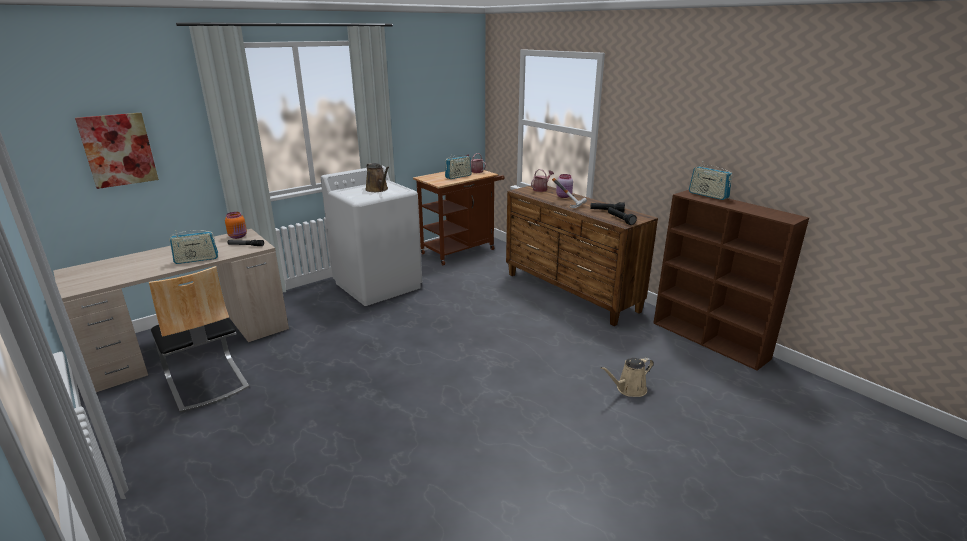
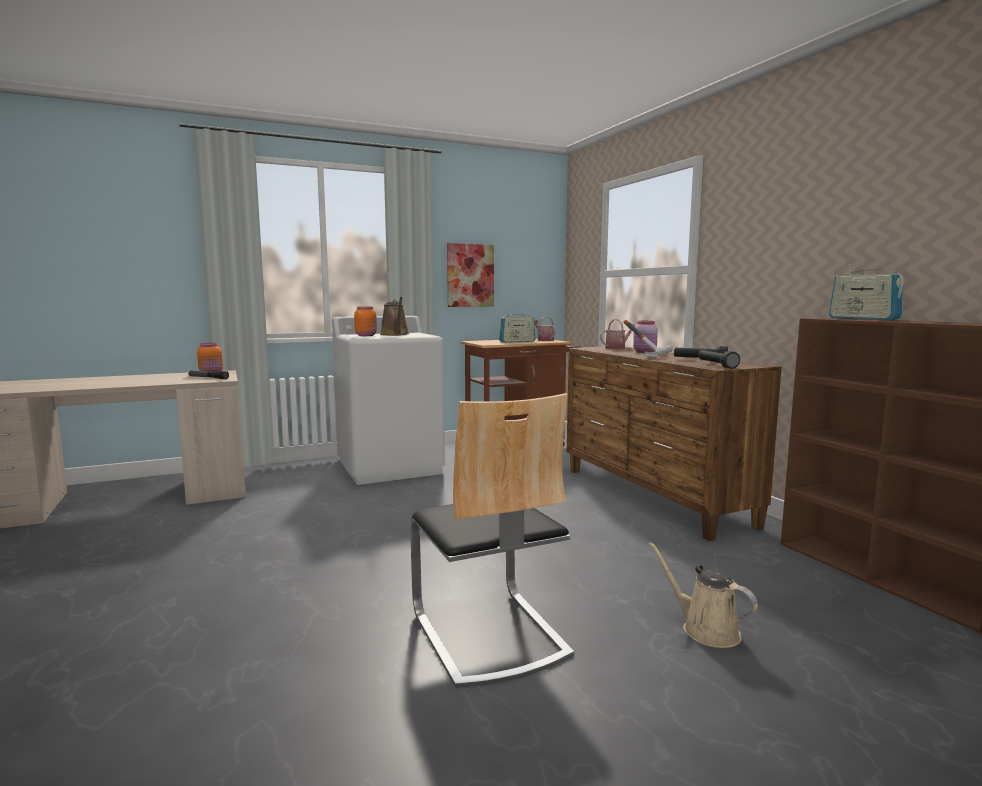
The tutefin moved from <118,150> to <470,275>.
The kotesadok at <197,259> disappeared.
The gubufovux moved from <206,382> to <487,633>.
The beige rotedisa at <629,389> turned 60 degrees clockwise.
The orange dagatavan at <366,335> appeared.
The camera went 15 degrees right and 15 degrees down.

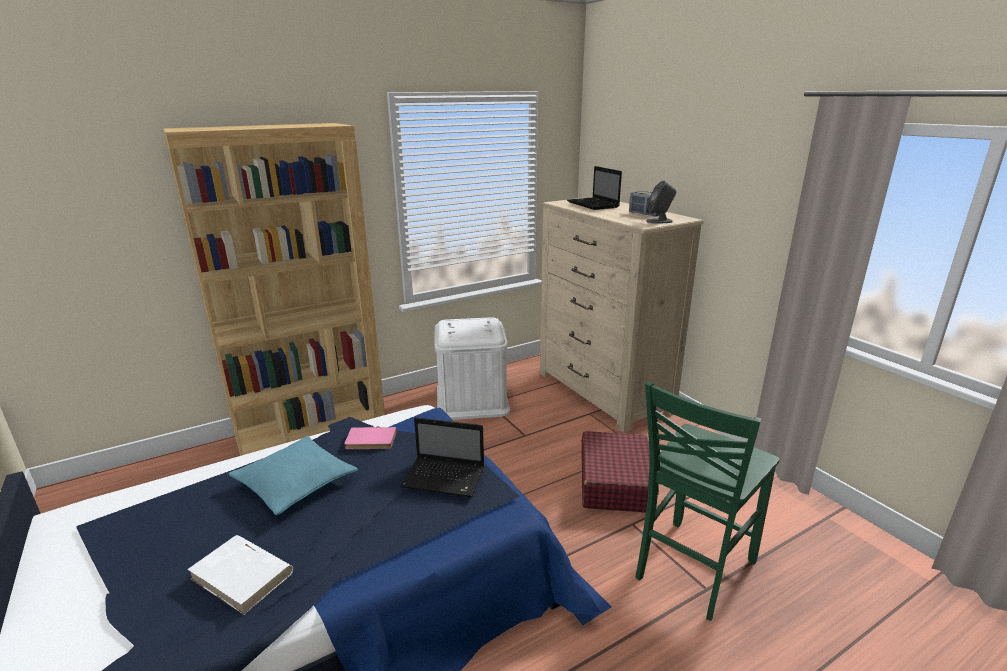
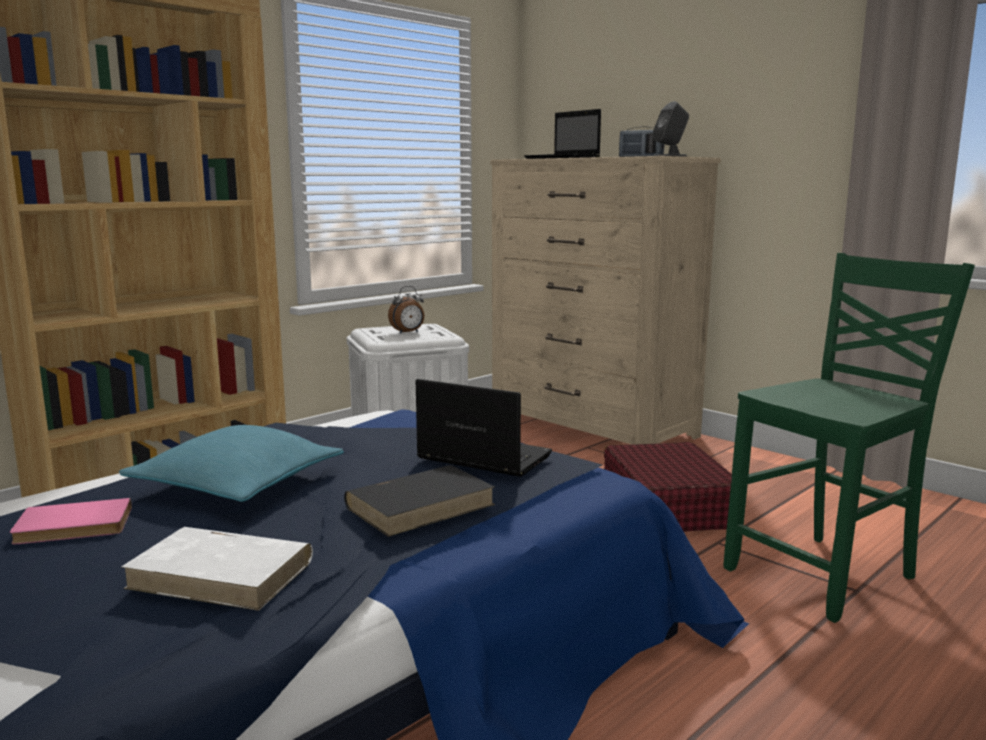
The green gubufovux at <691,569> turned 150 degrees counterclockwise.
The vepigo at <445,478> turned 150 degrees counterclockwise.
The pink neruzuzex moved from <370,441> to <73,527>.
The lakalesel at <408,333> appeared.
The black neruzuzex at <421,505> appeared.
The camera went 15 degrees left and 10 degrees down.

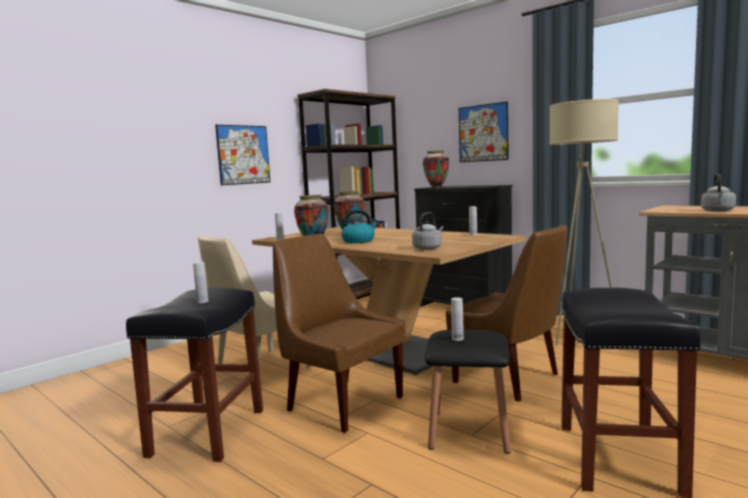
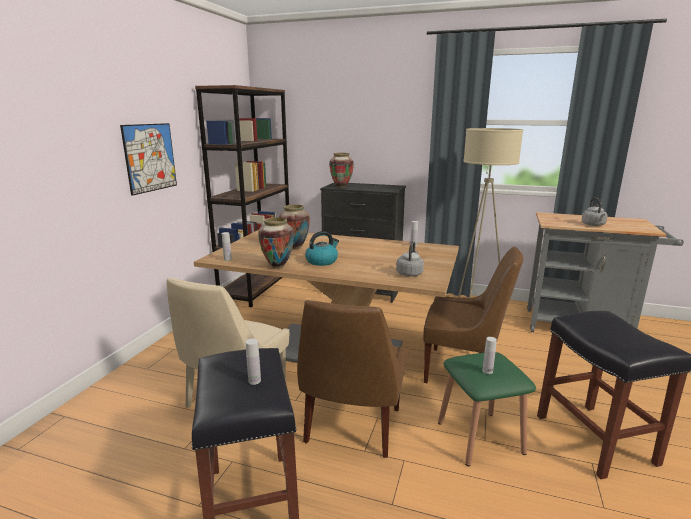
The tutefin at <483,133> disappeared.
The brown gubufovux at <342,403> turned 90 degrees counterclockwise.
The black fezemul at <469,431> became the green fezemul at <480,437>.
The camera went 25 degrees left and 10 degrees up.

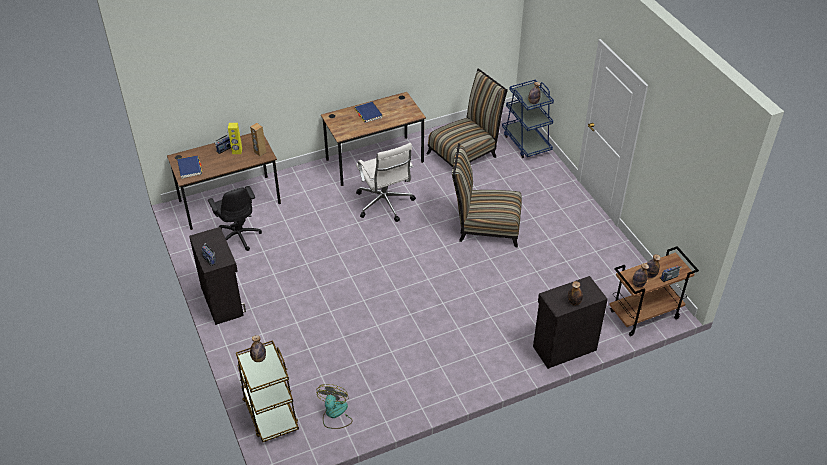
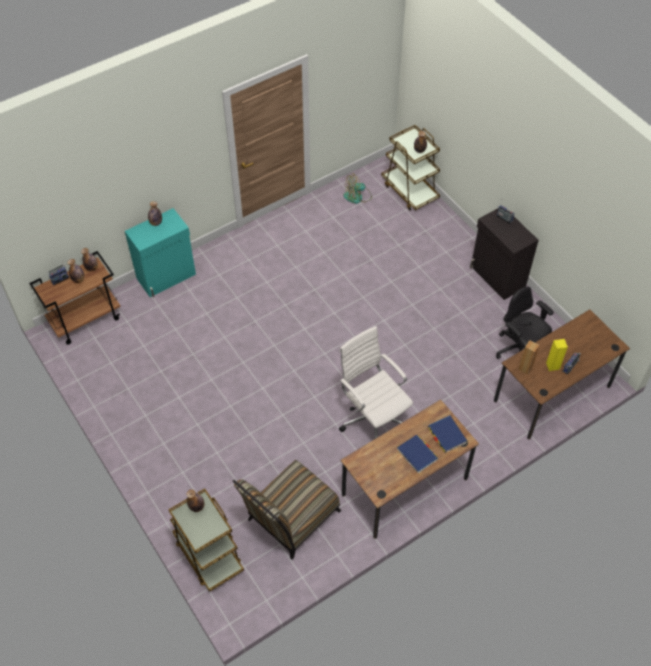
The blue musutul at <526,142> became the brown musutul at <208,554>.
The gubufovux at <485,226> disappeared.
The blue neruzuzex moved from <189,168> to <447,435>.
The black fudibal at <563,348> became the turquoise fudibal at <167,277>.
The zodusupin at <335,414> turned 75 degrees clockwise.
The camera went 170 degrees right and 10 degrees up.

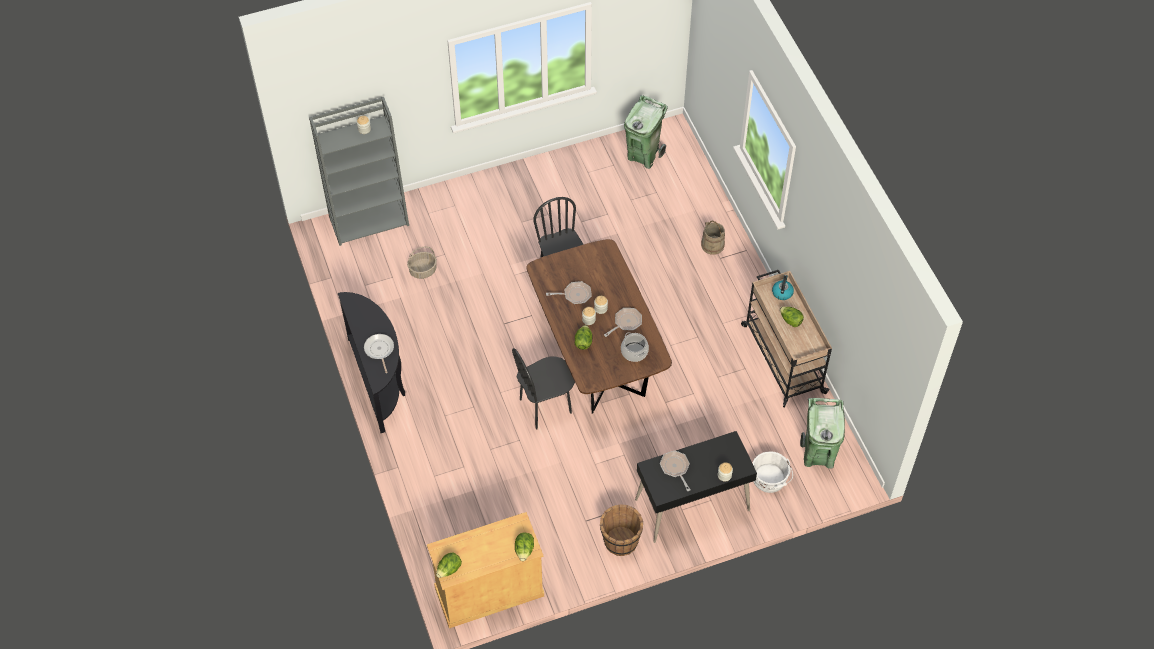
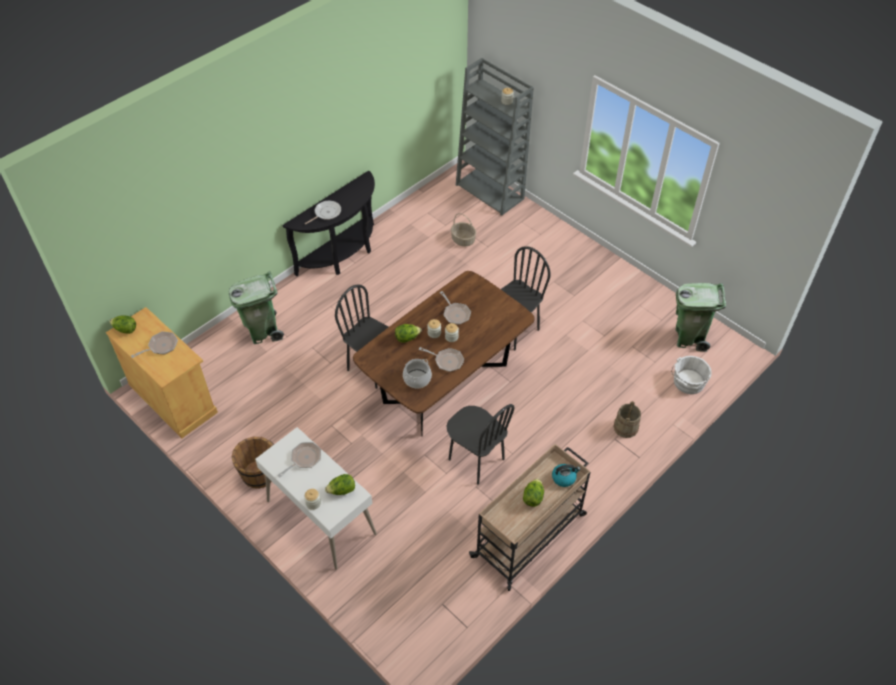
The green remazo moved from <818,455> to <263,331>.
The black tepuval at <692,505> became the white tepuval at <320,518>.
The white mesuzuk moved from <770,480> to <688,383>.
The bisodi moved from <524,550> to <342,490>.
The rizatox at <161,346> appeared.
The black gubufovux at <476,459> appeared.
The camera went 65 degrees right and 5 degrees down.

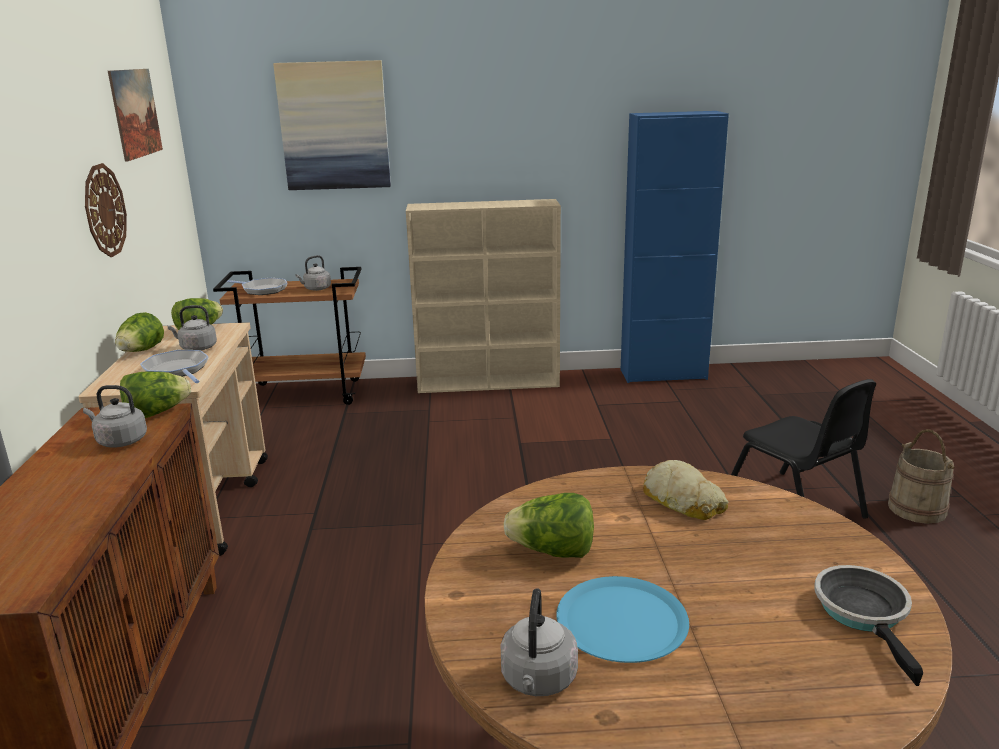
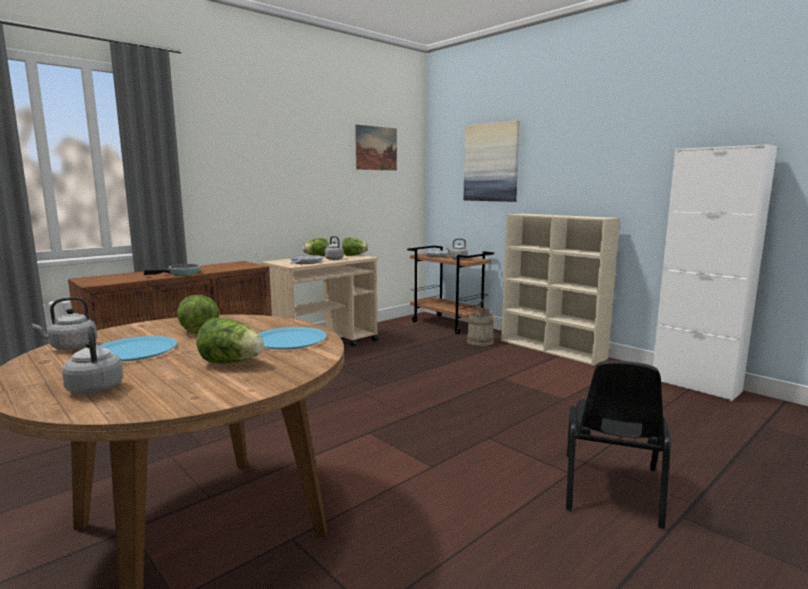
The blue fudibal at <663,374> became the white fudibal at <695,385>.
The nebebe at <104,210> disappeared.
The bisodi moved from <157,413> to <231,363>.
The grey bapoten moved from <120,441> to <95,388>.
The beige mesuzuk moved from <917,509> to <480,342>.
The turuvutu at <682,500> was replaced by the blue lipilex at <289,340>.
The rizatox moved from <864,614> to <182,273>.
The camera went 50 degrees right and 10 degrees down.

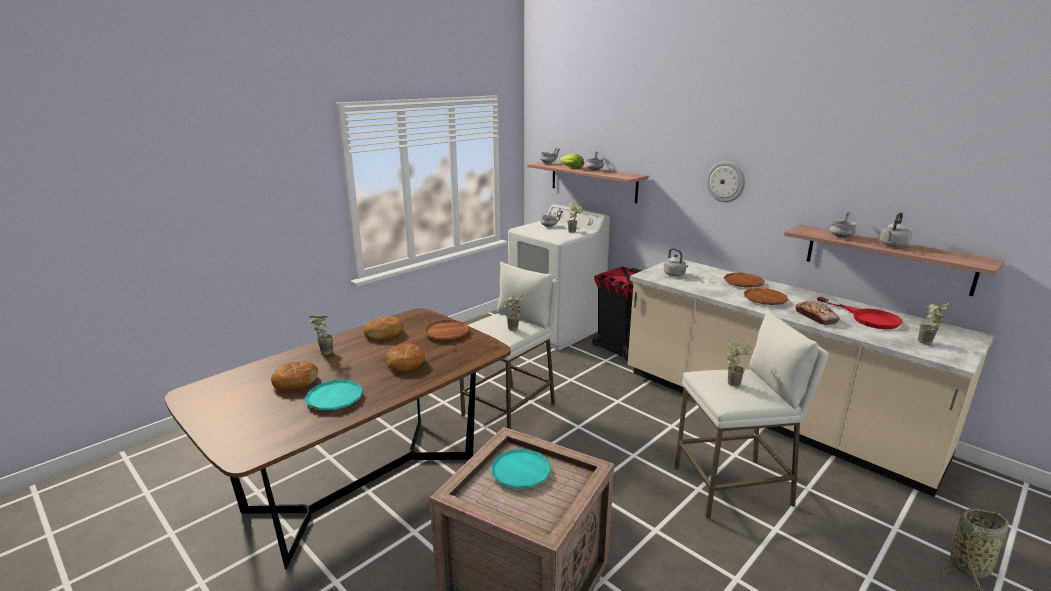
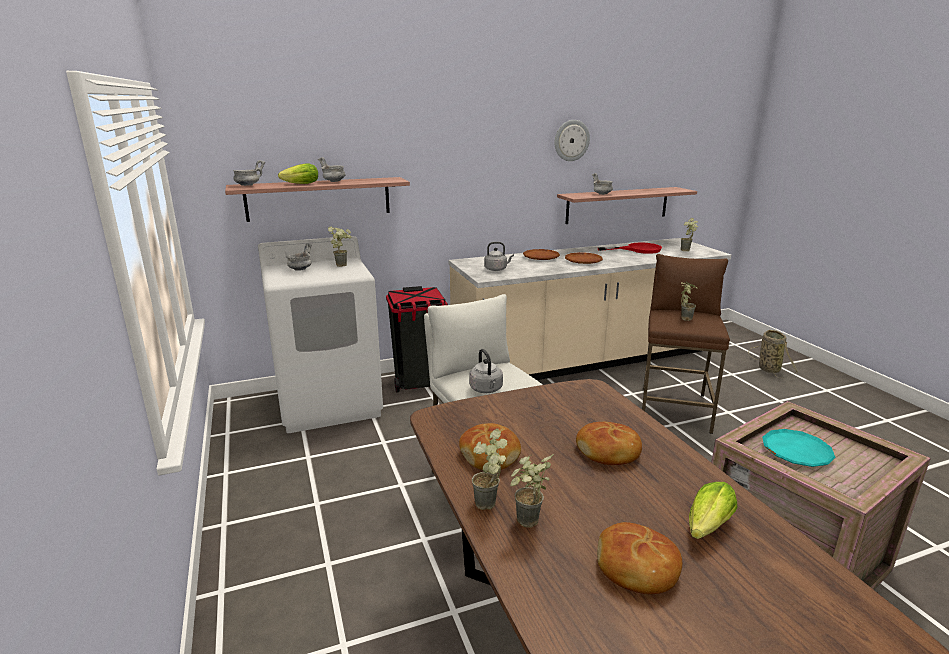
The nebebe moved from <726,181> to <571,140>.
The grey bapoten moved from <893,245> to <486,390>.
The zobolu moved from <512,330> to <490,507>.
The turuvutu at <816,317> disappeared.
The white fezemul at <733,486> became the brown fezemul at <674,409>.
The brown lipilex at <447,333> disappeared.
The turquoise lipilex at <335,399> was replaced by the bisodi at <706,528>.
The camera went 65 degrees left and 0 degrees up.

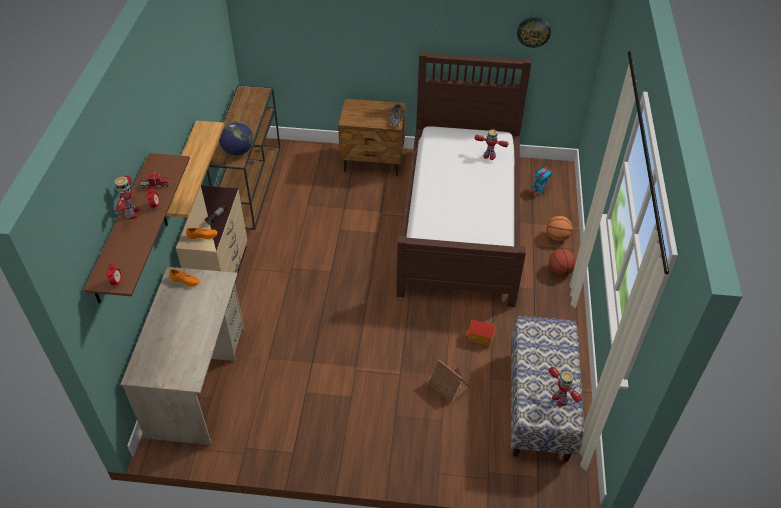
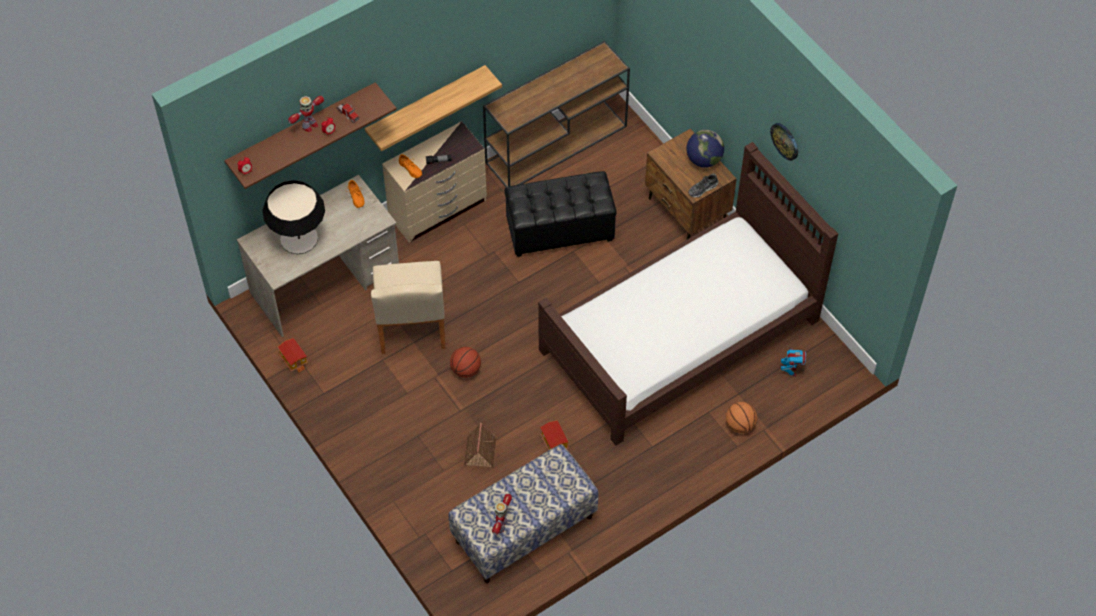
The nebebe moved from <533,31> to <785,141>.
The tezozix moved from <238,151> to <704,160>.
The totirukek at <489,156> disappeared.
The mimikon moved from <560,271> to <466,370>.
The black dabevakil at <560,230> appeared.
The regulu at <299,238> appeared.
The beige gubufovux at <411,327> appeared.
The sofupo at <294,359> appeared.
The camera went 50 degrees right and 10 degrees up.

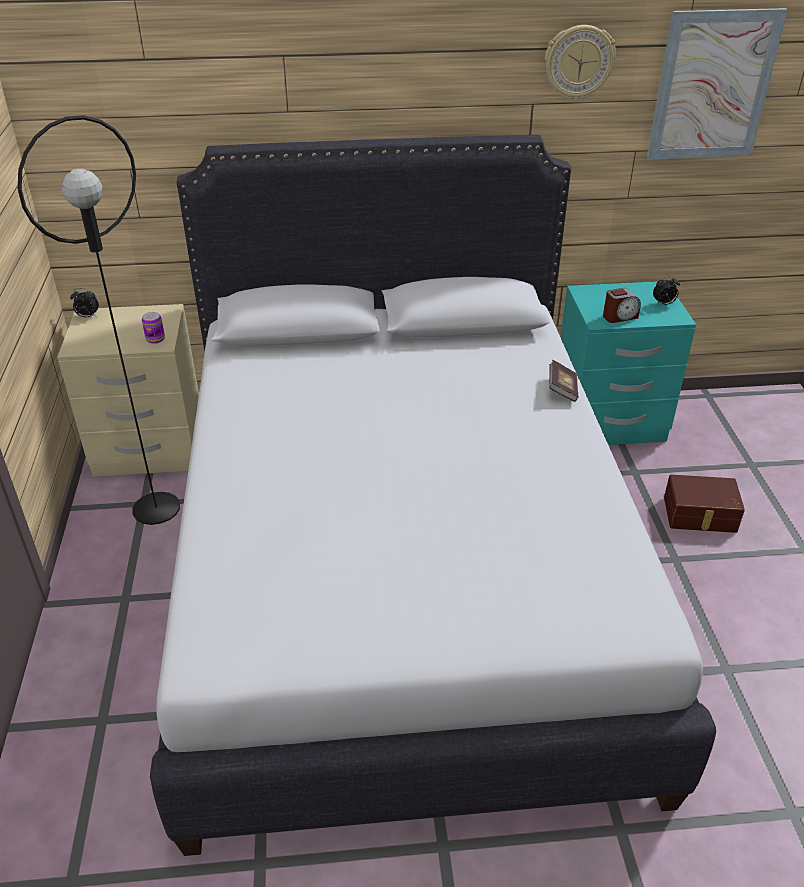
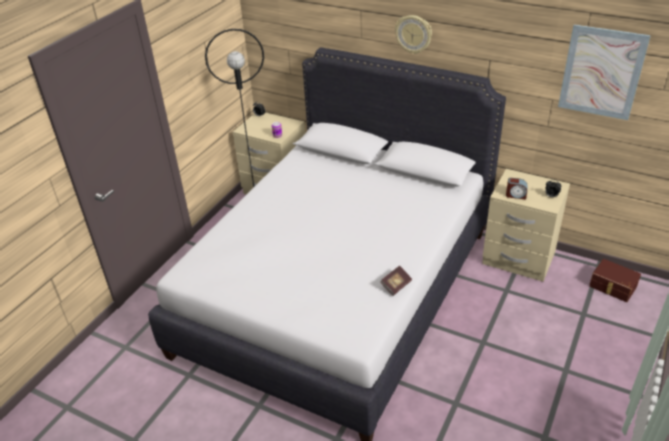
The nebebe moved from <578,62> to <413,34>.
The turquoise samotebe at <608,422> became the beige samotebe at <518,259>.
The neruzuzex moved from <562,389> to <396,285>.
The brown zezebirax moved from <700,515> to <612,287>.
The camera went 35 degrees right and 0 degrees up.

